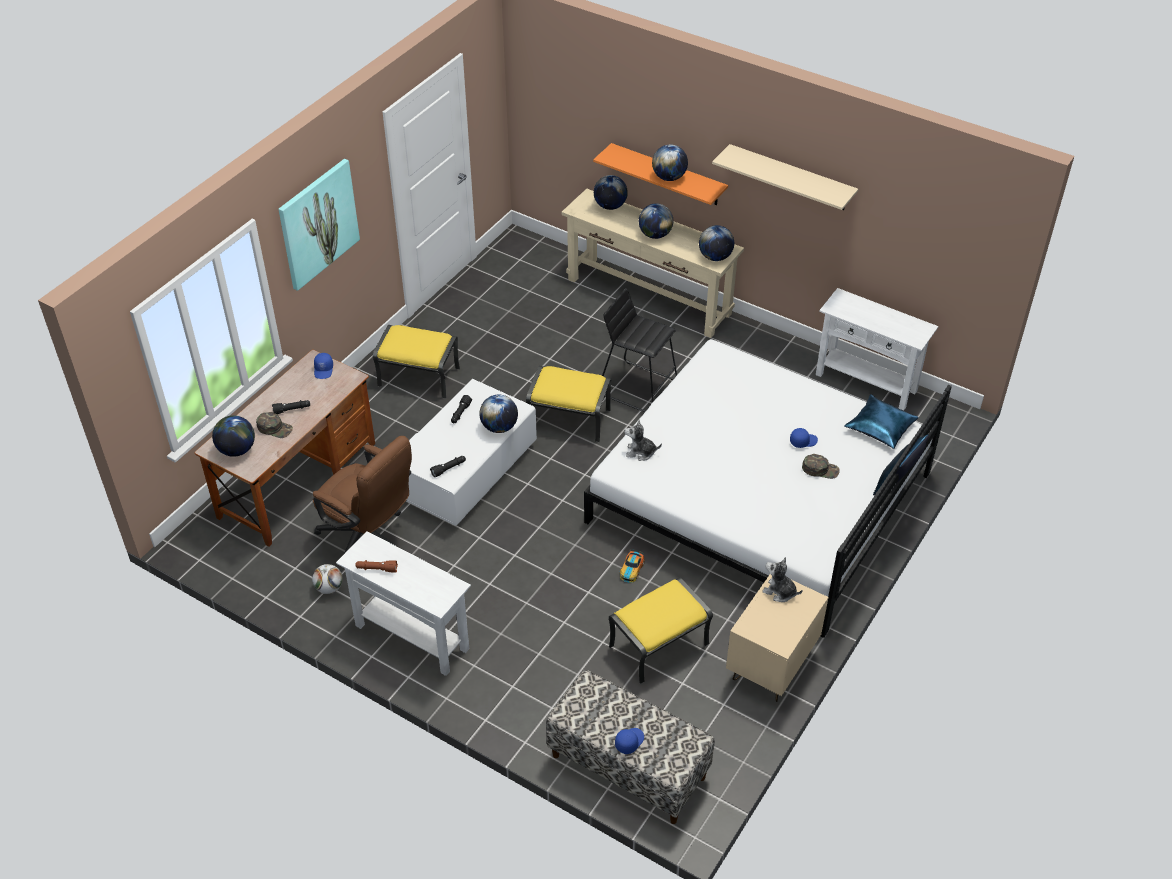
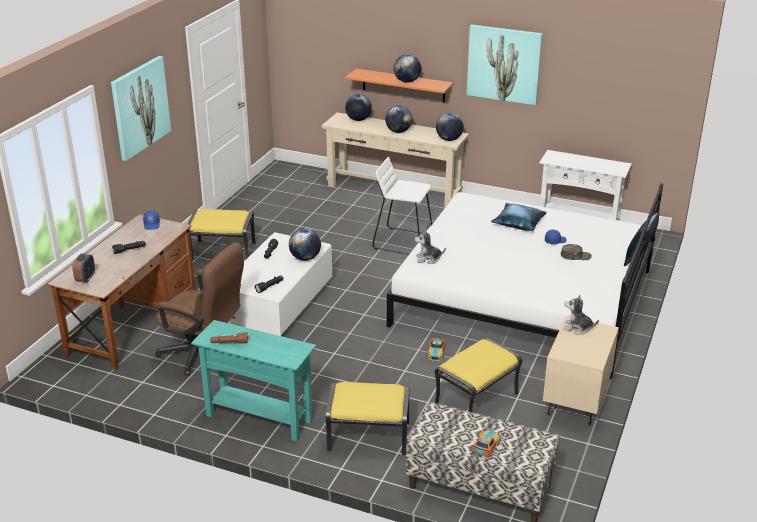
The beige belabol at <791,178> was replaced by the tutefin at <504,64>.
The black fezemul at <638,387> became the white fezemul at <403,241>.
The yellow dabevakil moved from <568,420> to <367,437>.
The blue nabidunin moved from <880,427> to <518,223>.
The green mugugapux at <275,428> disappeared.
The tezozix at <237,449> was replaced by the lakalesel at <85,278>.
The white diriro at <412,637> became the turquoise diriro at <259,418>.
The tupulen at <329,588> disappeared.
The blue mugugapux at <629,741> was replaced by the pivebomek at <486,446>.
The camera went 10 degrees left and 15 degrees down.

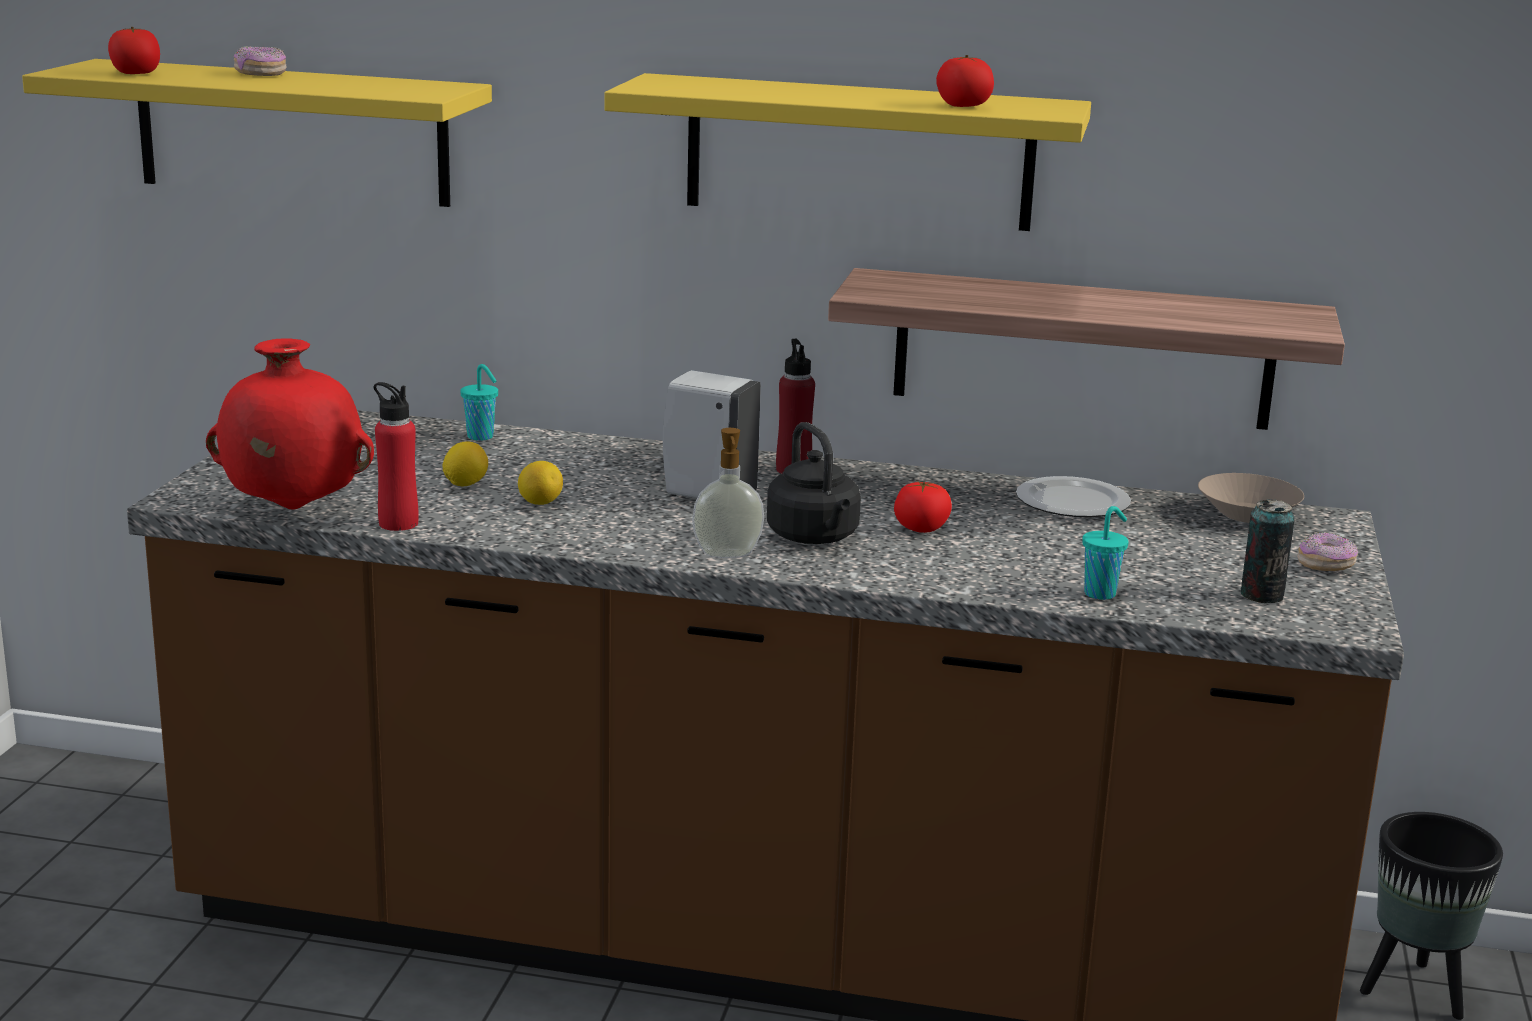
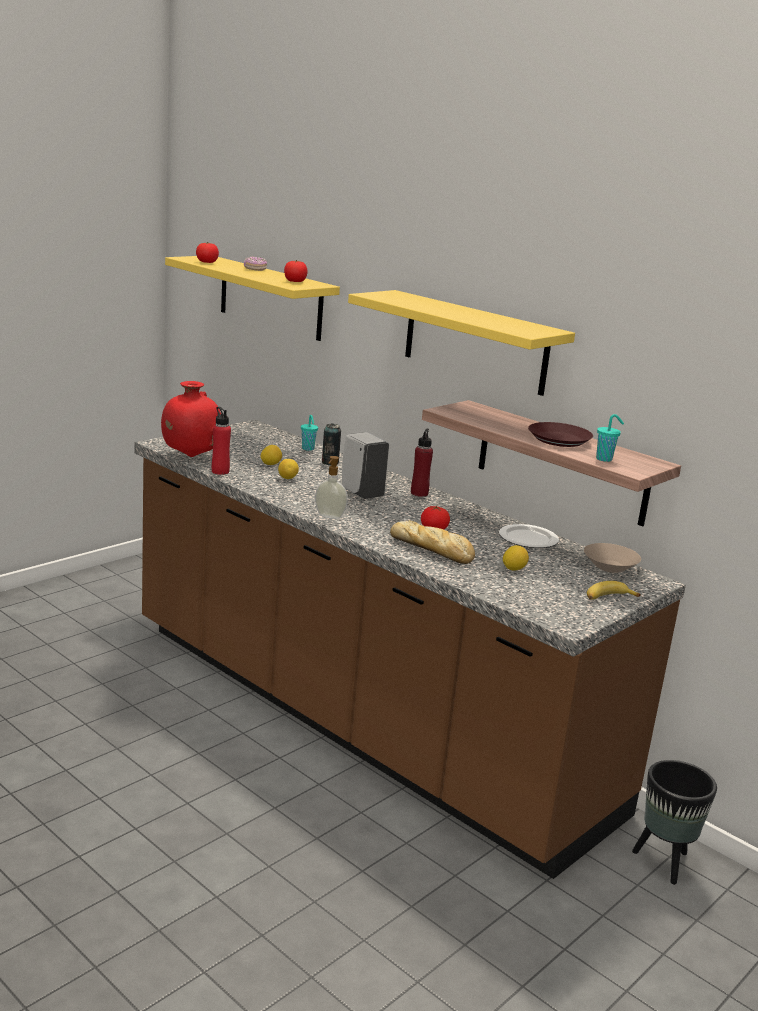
The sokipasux moved from <964,106> to <295,281>.
The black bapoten at <815,538> disappeared.
The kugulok moved from <1261,595> to <330,463>.
The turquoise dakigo moved from <1101,593> to <605,459>.
The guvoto at <1325,566> was replaced by the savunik at <608,598>.
The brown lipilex at <560,440> appeared.
The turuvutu at <432,550> appeared.
The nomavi at <513,569> appeared.
The camera went 30 degrees right and 0 degrees up.

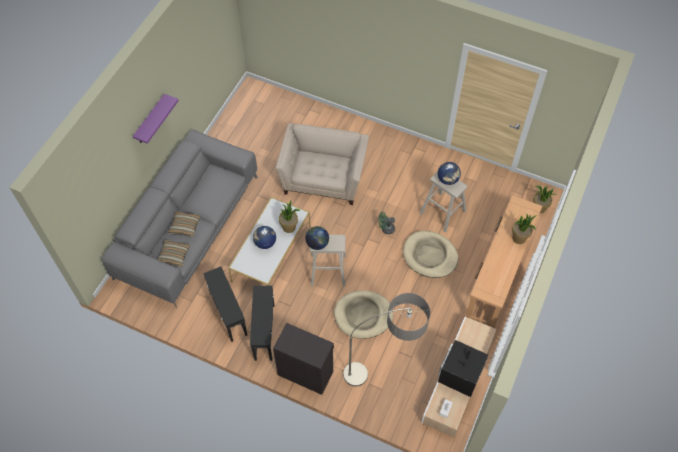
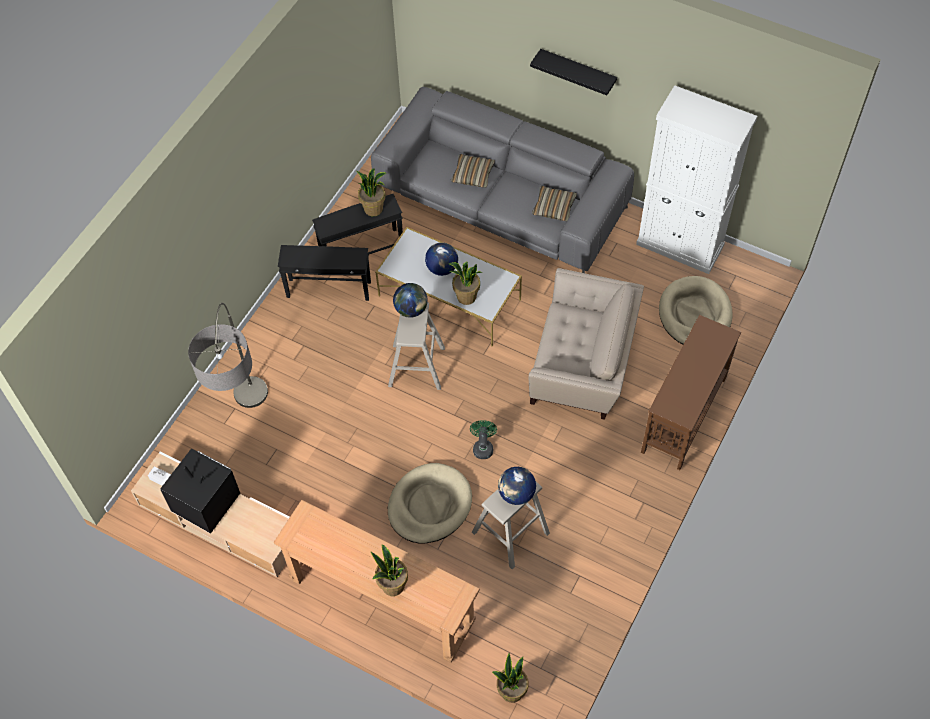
The purple belabol at <150,120> became the black belabol at <577,72>.
The nabidunin moved from <174,255> to <554,207>.
The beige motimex moved from <363,315> to <694,314>.
The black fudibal at <305,372> disappeared.
The white fudibal at <680,245> appeared.
The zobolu at <373,208> appeared.
The brown diriro at <683,414> appeared.
The camera went 95 degrees right and 0 degrees up.

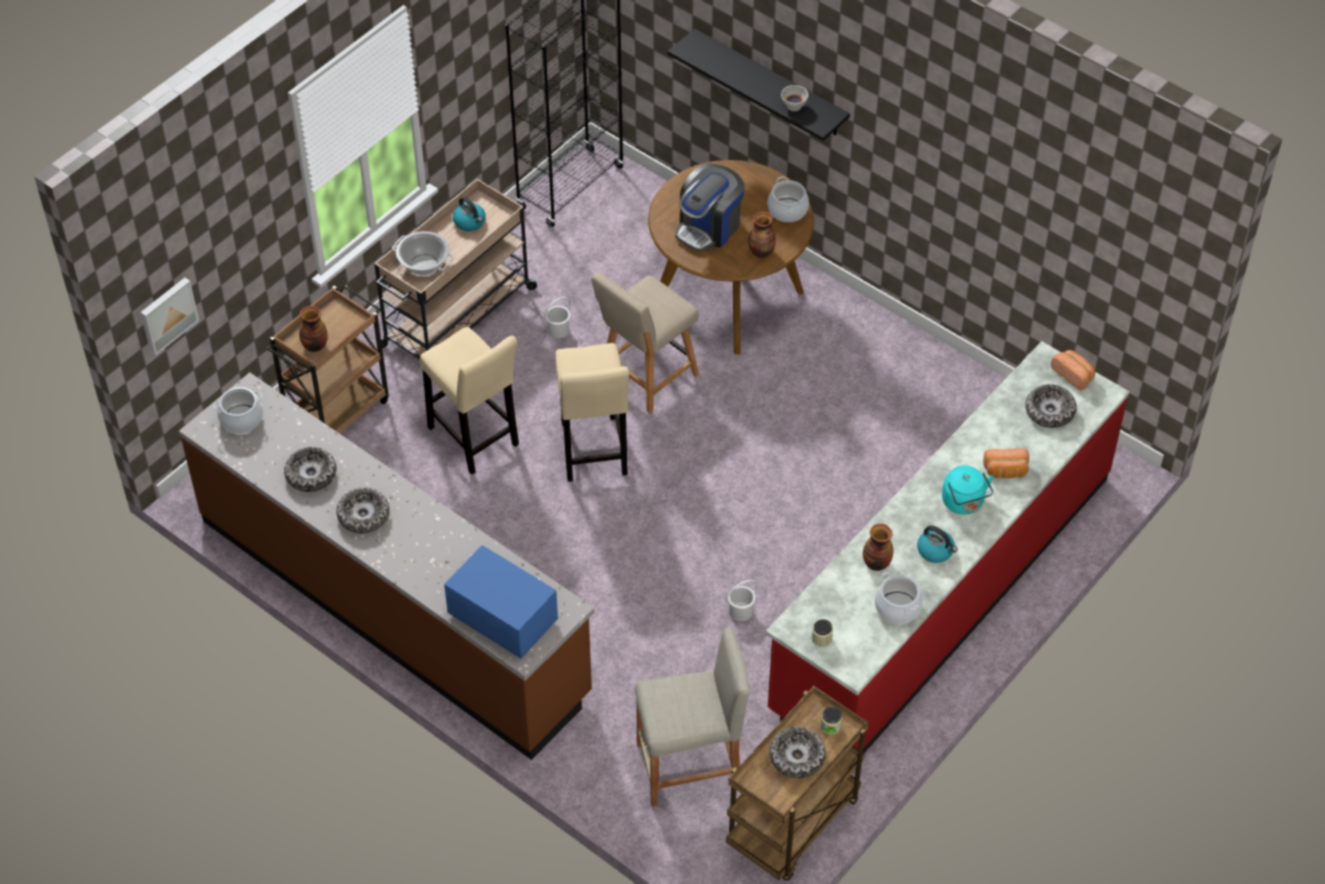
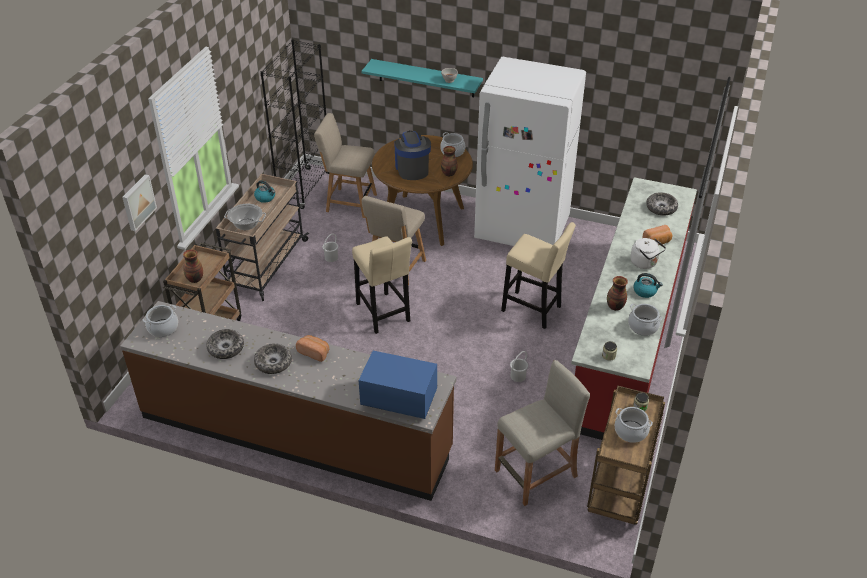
The black belabol at <770,84> became the turquoise belabol at <426,78>.
The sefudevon at <709,227> turned 150 degrees clockwise.
The tutefin moved from <167,314> to <137,202>.
The beige fezemul moved from <475,440> to <534,310>.
The turuvutu moved from <1073,375> to <314,352>.
The turquoise bapoten at <964,503> became the white bapoten at <645,263>.
The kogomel at <797,757> was replaced by the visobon at <630,431>.
The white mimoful at <522,230> appeared.
The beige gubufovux at <348,202> appeared.
The camera went 20 degrees left and 10 degrees down.

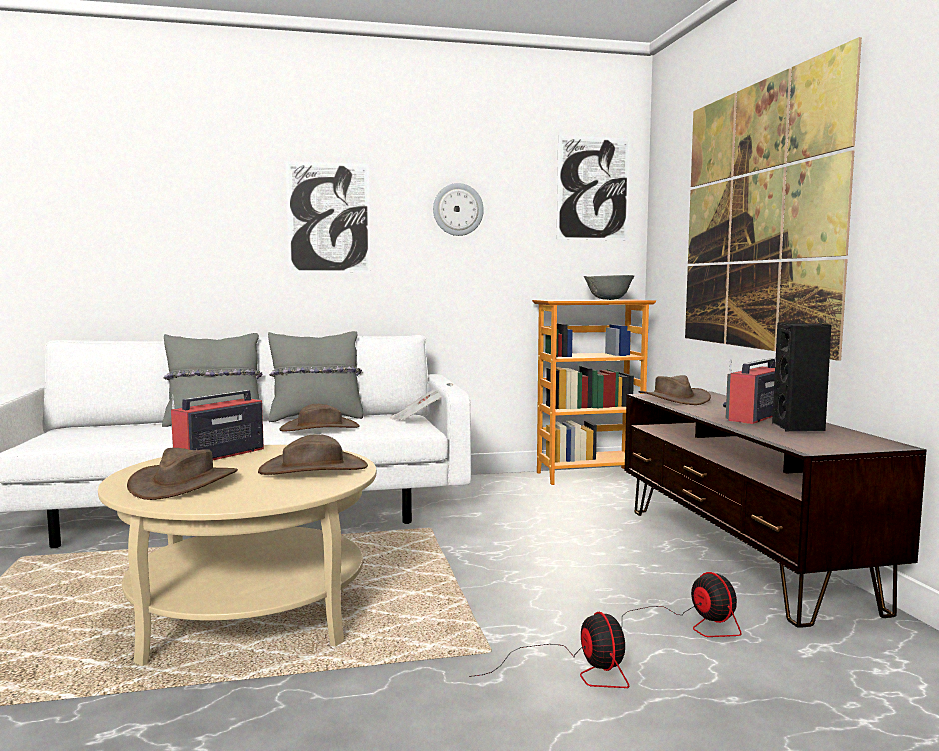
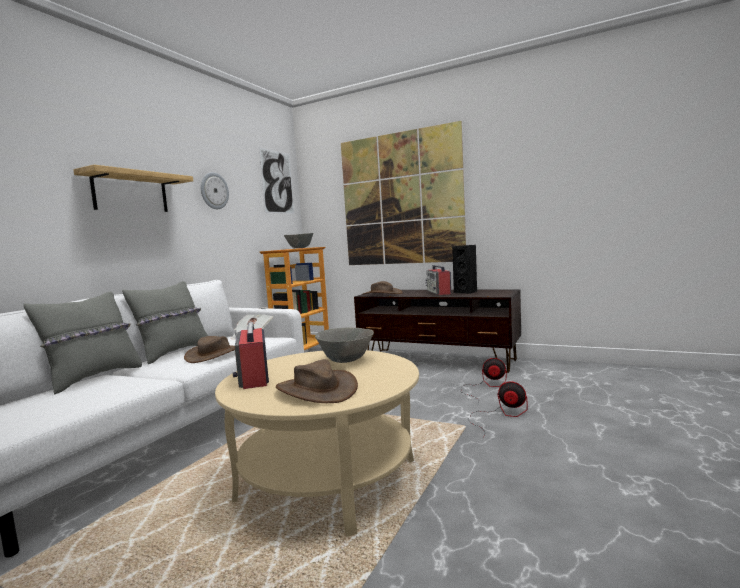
The tutefin at <328,218> was replaced by the belabol at <130,193>.
The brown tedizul at <313,469> was replaced by the grey kogomel at <346,360>.
The camera went 50 degrees left and 0 degrees up.

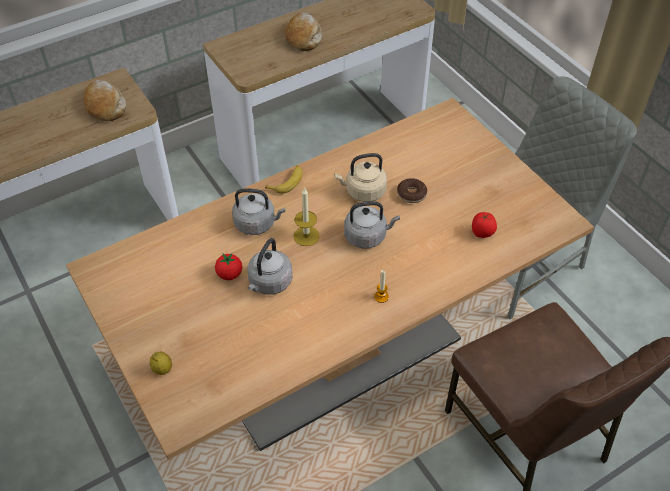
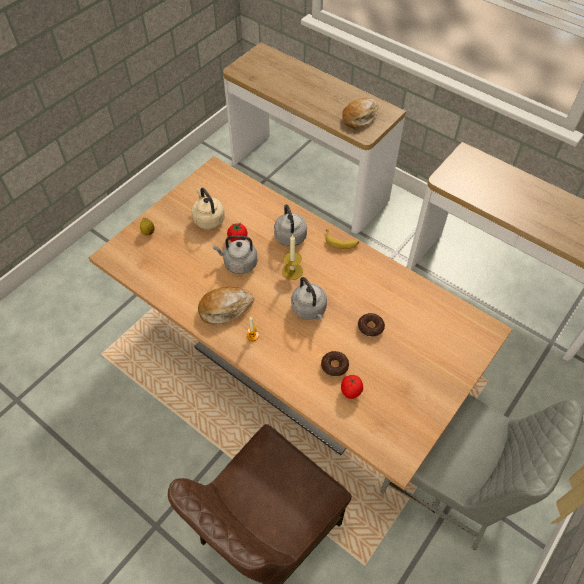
The turuvutu moved from <303,37> to <225,308>.
The beige bapoten moved from <363,192> to <208,219>.
The guvoto at <334,366> appeared.
The camera went 70 degrees right and 5 degrees up.

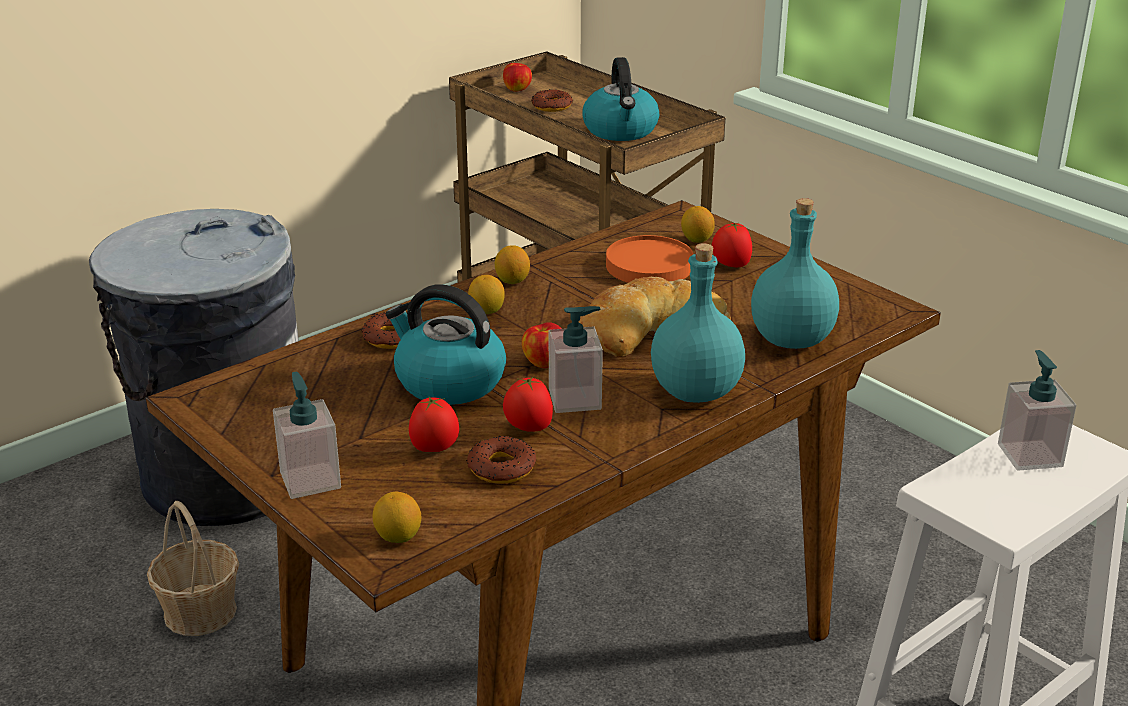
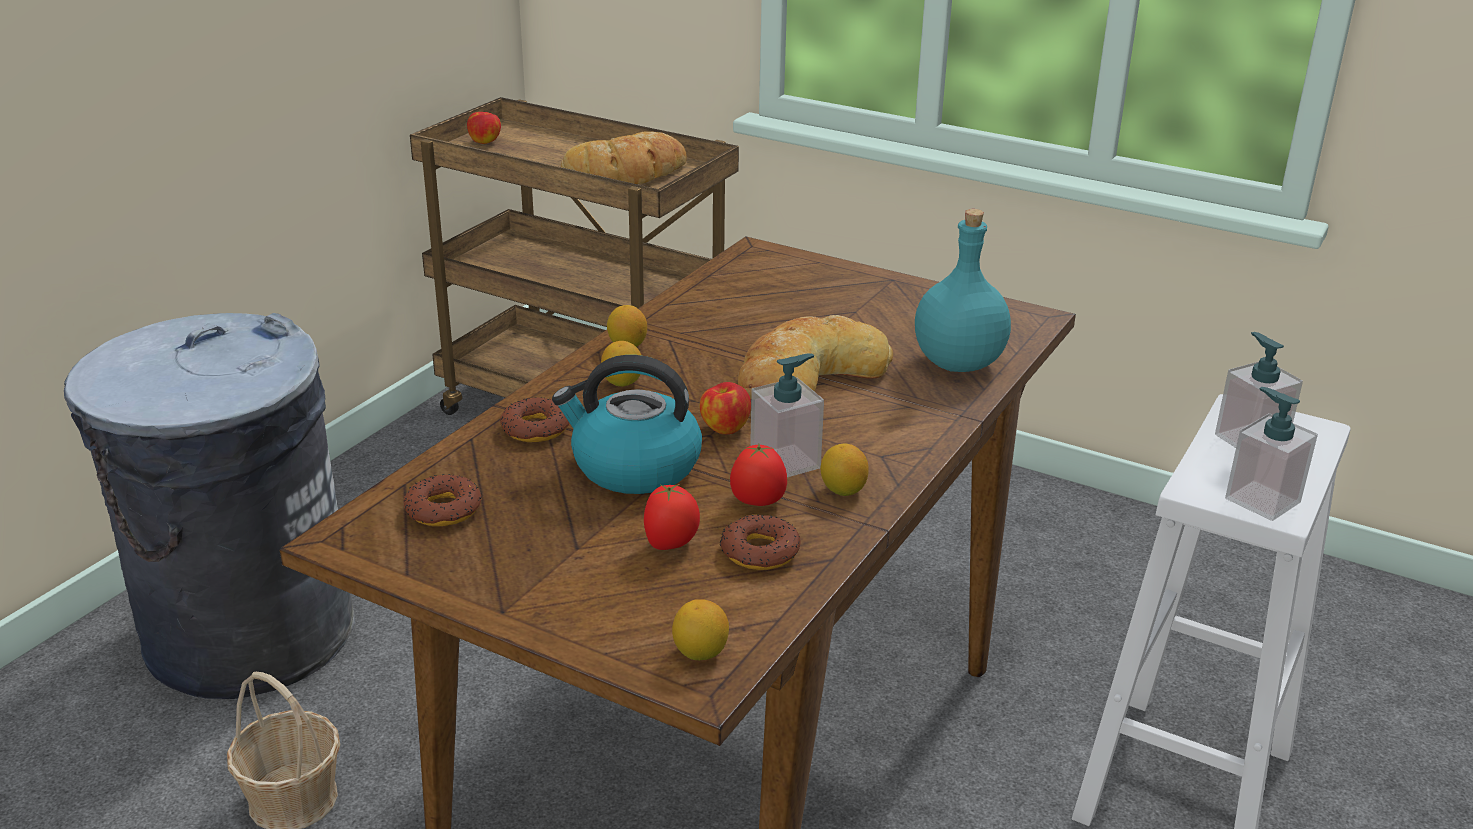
The bapoten at <621,131> was replaced by the turuvutu at <628,173>.
The guvoto moved from <551,106> to <443,510>.
The nomavi moved from <696,240> to <843,490>.
The sokipasux at <731,265> disappeared.
The orange lipilex at <649,266> disappeared.
The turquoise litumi at <697,392> disappeared.
The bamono moved from <310,480> to <1262,500>.
The camera went 20 degrees left and 0 degrees up.

